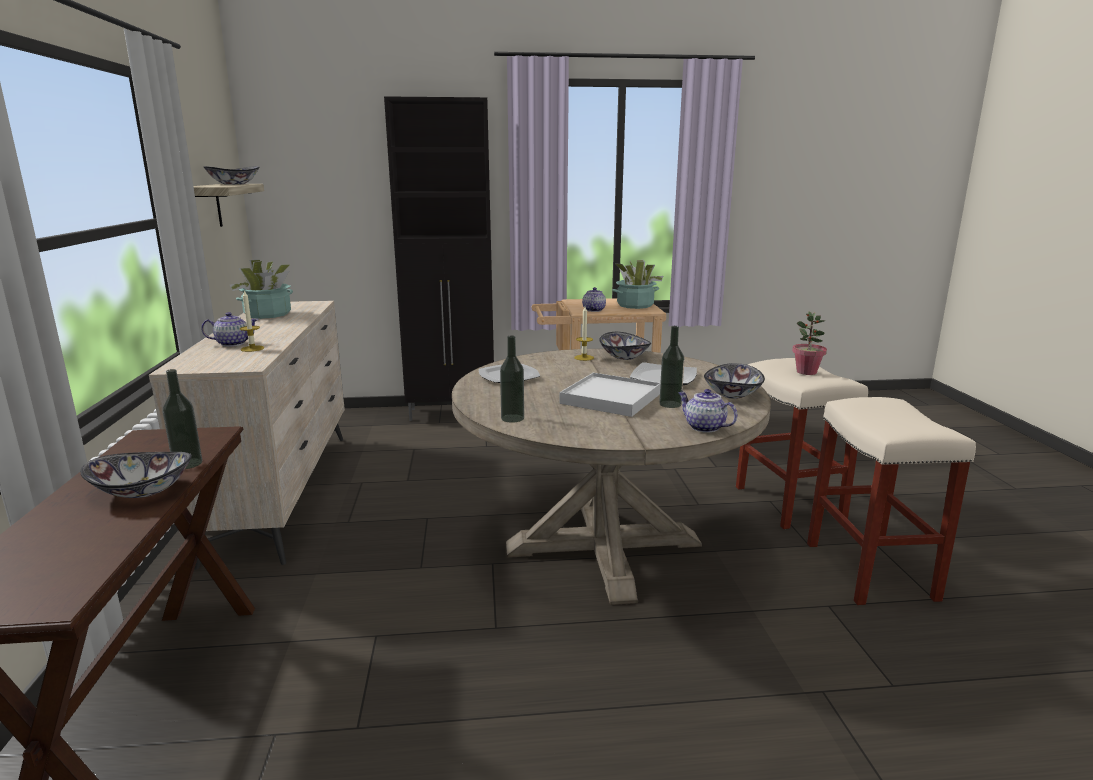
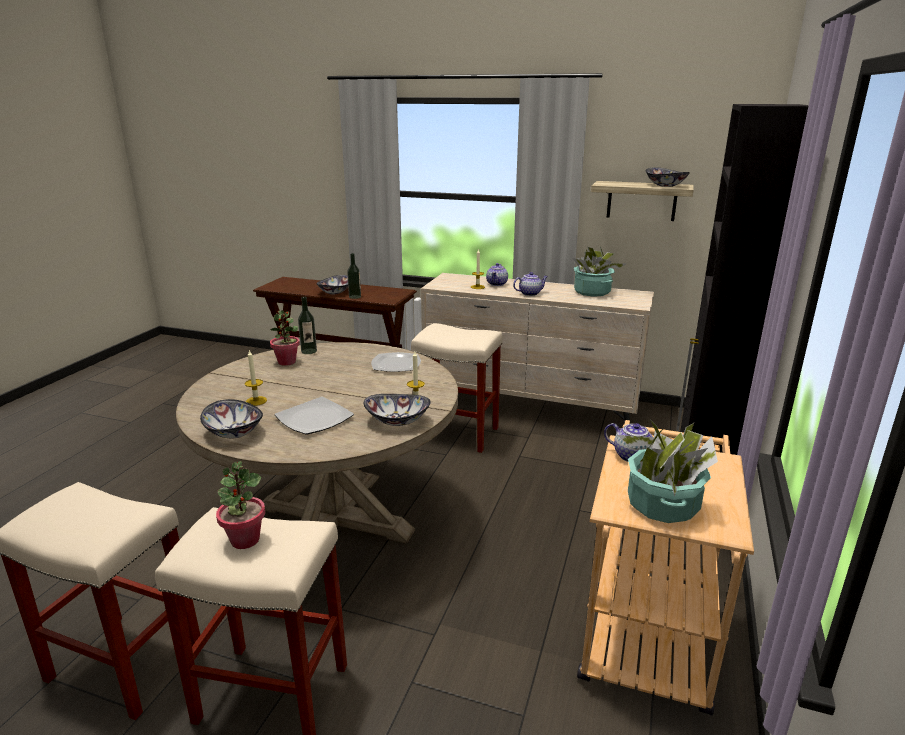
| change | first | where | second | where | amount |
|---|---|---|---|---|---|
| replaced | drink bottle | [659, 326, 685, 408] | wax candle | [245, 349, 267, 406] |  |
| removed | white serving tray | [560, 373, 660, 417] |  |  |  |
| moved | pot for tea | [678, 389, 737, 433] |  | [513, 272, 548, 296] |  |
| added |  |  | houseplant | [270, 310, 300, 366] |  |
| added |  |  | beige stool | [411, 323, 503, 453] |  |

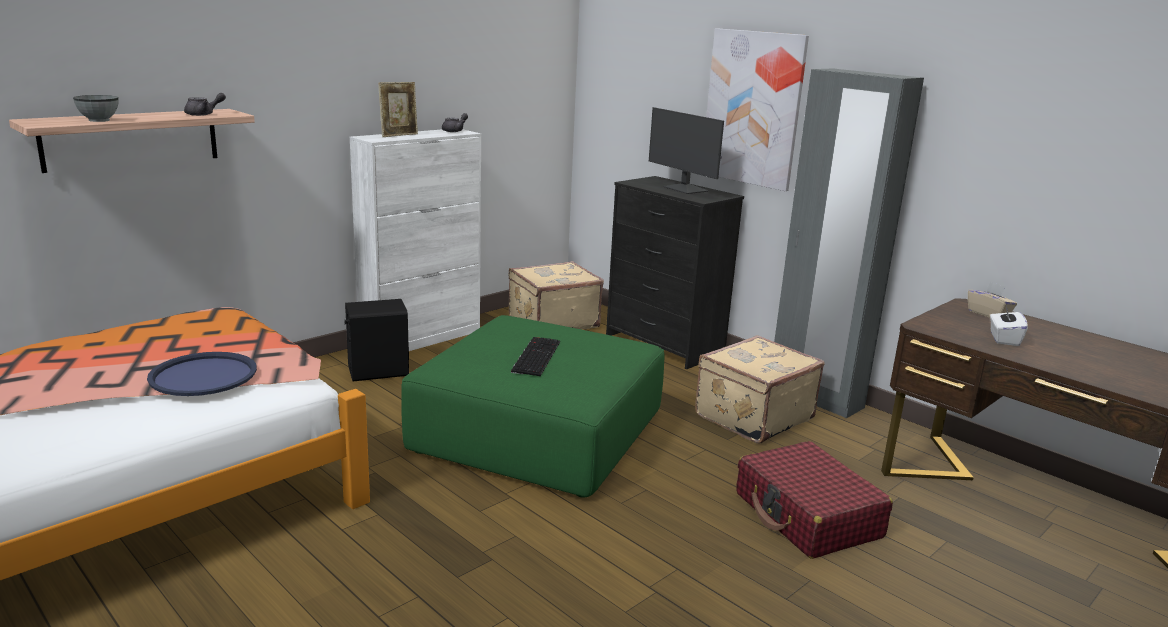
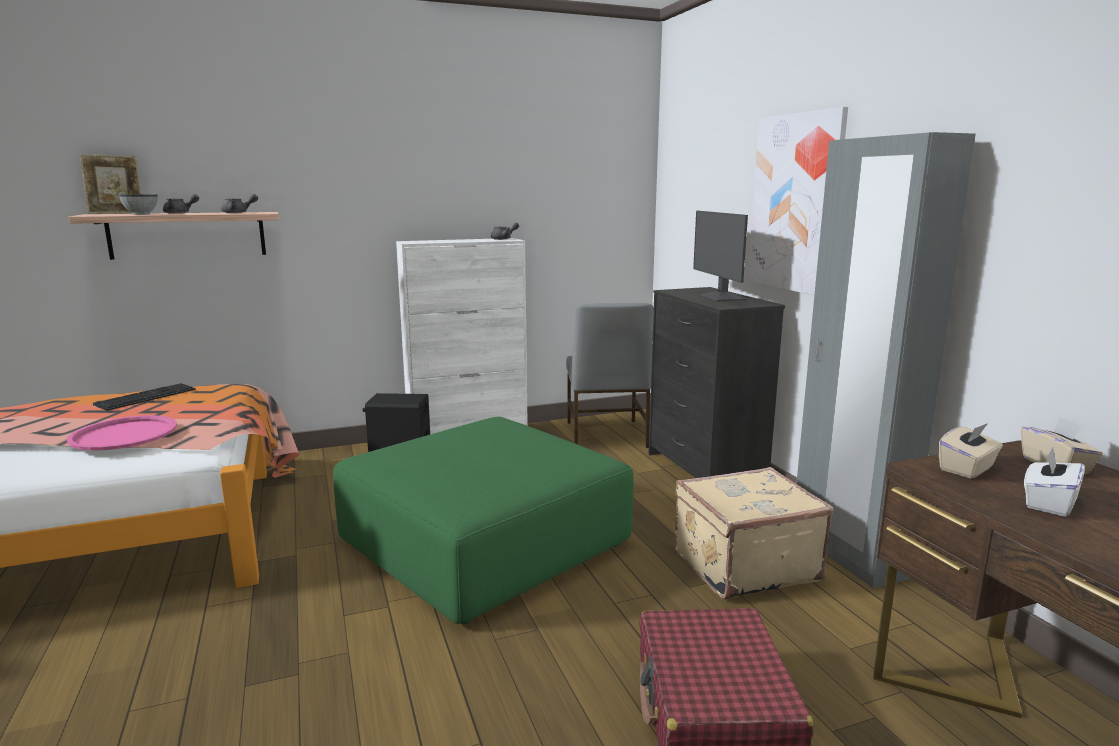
| change | first | where | second | where | amount |
|---|---|---|---|---|---|
| moved | picture frame | [378, 82, 418, 137] |  | [80, 154, 141, 214] |  |
| replaced | beige suitcase | [509, 261, 604, 330] | greyish upright chair | [566, 303, 653, 448] |  |
| moved | computer keyboard | [511, 337, 560, 376] |  | [93, 383, 195, 411] |  |
| recoloured | blue serving tray | [147, 352, 257, 396] | pinkish serving tray | [67, 415, 177, 451] |  |
| added |  |  | greyish pot for tea | [163, 194, 199, 214] |  |
| added |  |  | beige tissue holder | [938, 423, 1003, 479] |  |

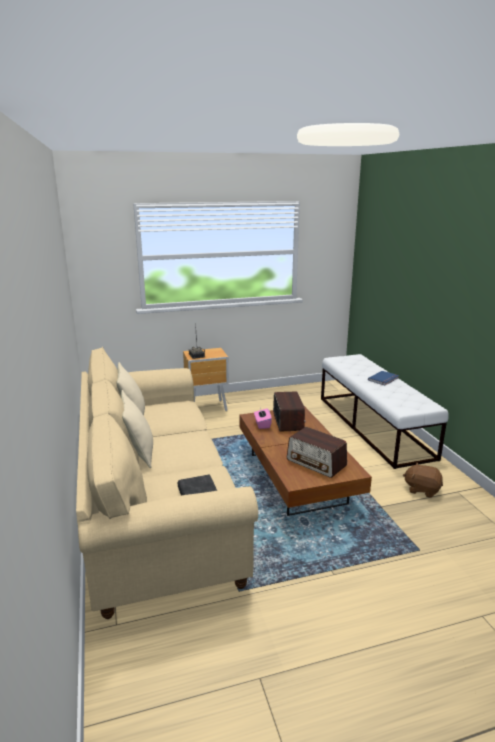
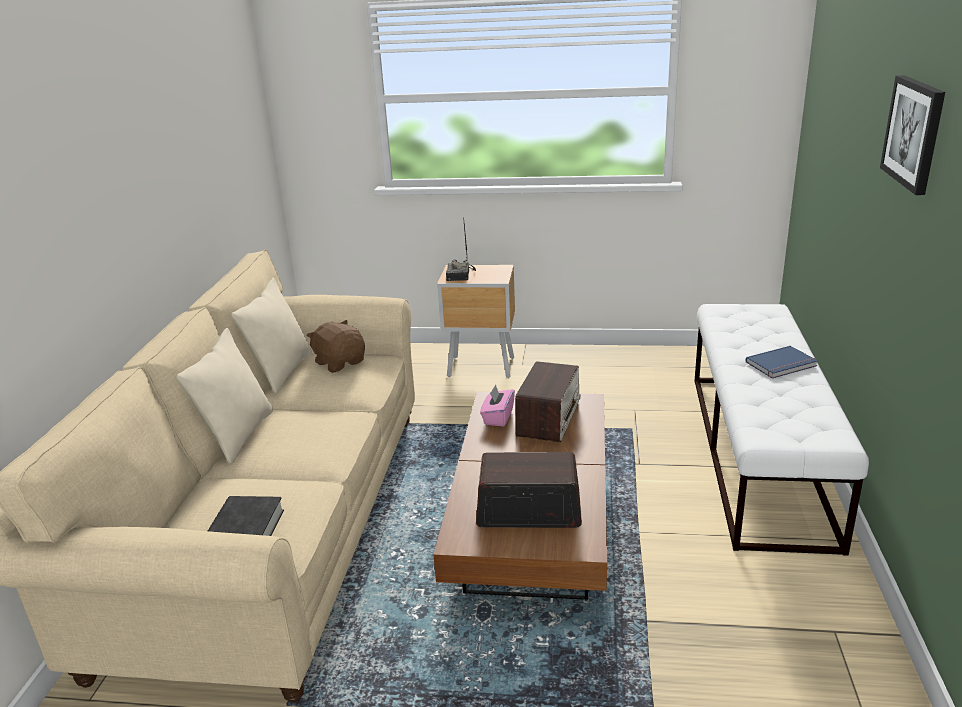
| change | first | where | second | where | amount |
|---|---|---|---|---|---|
| turned | radio | [287, 427, 347, 478] |  | [476, 452, 582, 528] | 120 degrees clockwise |
| moved | brown-coloured soft toy | [403, 462, 443, 498] |  | [306, 320, 365, 373] |  |
| added |  |  | wall art | [880, 75, 945, 195] |  |

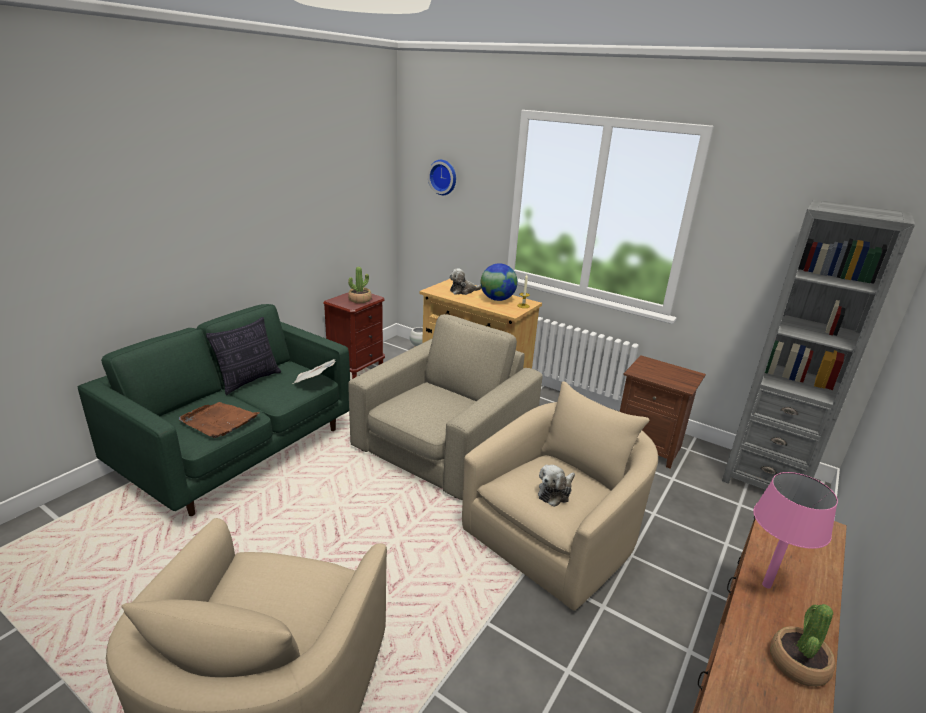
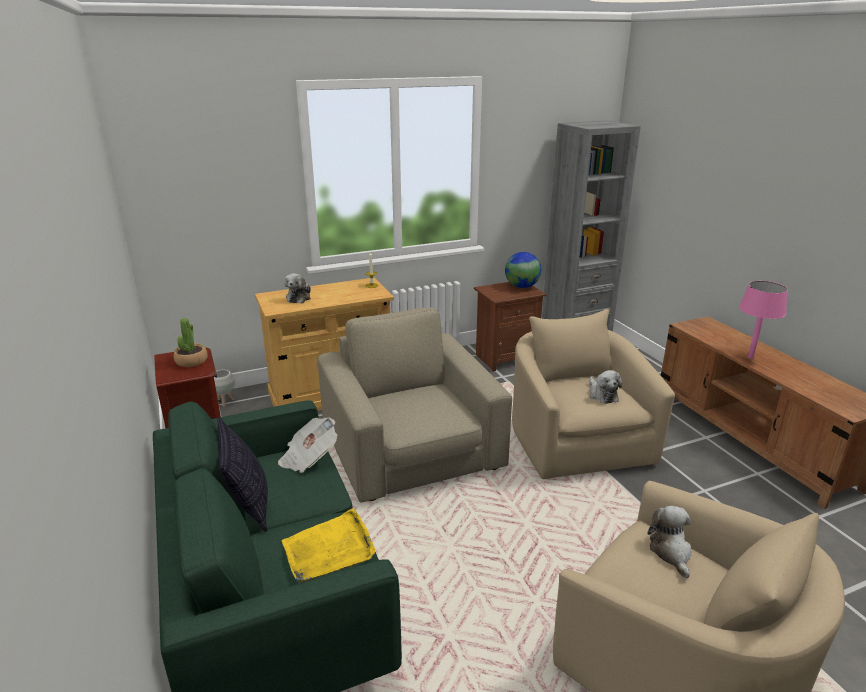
| change | first | where | second | where | amount |
|---|---|---|---|---|---|
| removed | hanging clock | [428, 160, 456, 195] |  |  |  |
| moved | world globe | [481, 263, 518, 301] |  | [505, 252, 541, 288] |  |
| recoloured | brown-coloured serving tray | [179, 402, 259, 438] | yellow-coloured serving tray | [282, 508, 376, 583] |  |
| removed | houseplant | [770, 604, 835, 687] |  |  |  |
| added |  |  | soft toy | [647, 506, 692, 578] |  |

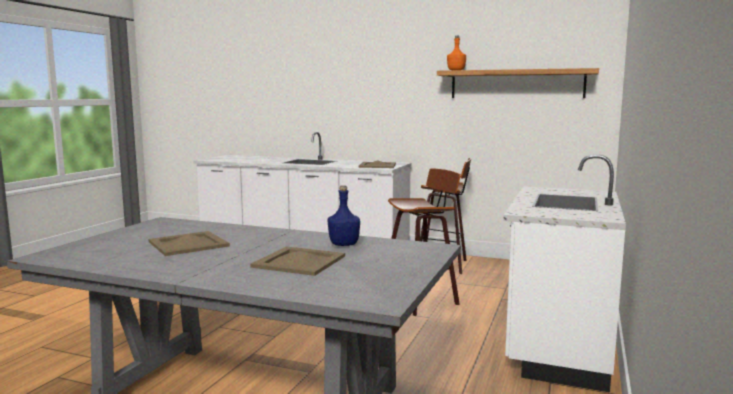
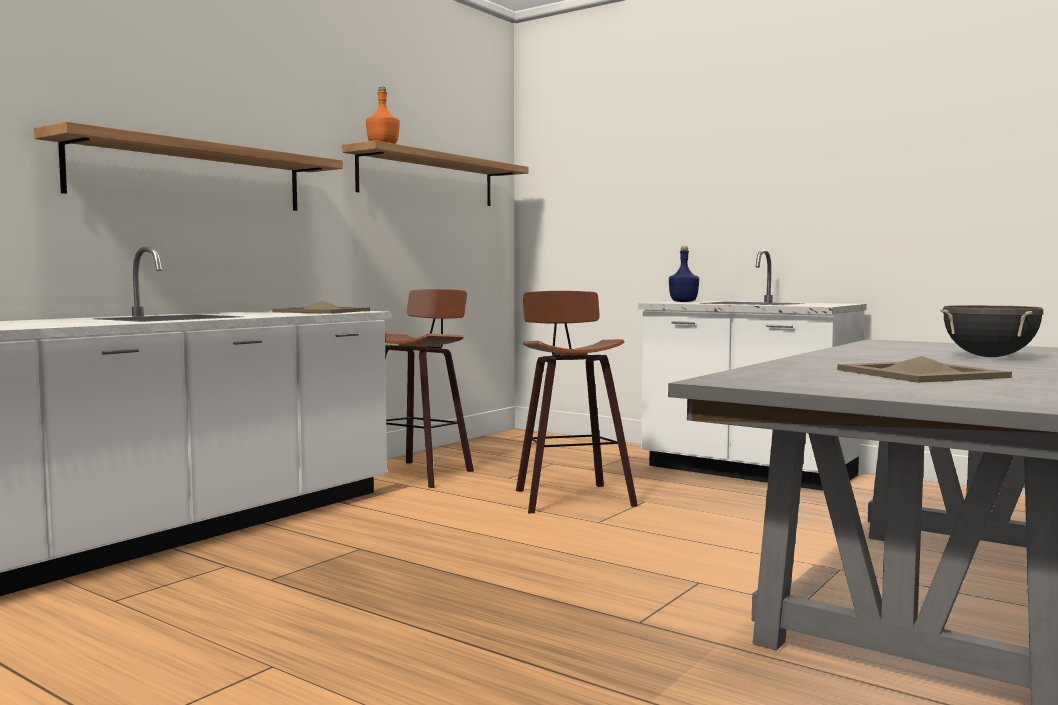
| change | first | where | second | where | amount |
|---|---|---|---|---|---|
| moved | blue drink bottle | [328, 185, 360, 246] |  | [669, 246, 699, 302] |  |
| replaced | beige serving tray | [250, 246, 345, 276] | black saucepot | [940, 305, 1043, 357] |  |
| added |  |  | wall shelf | [34, 121, 343, 211] |  |

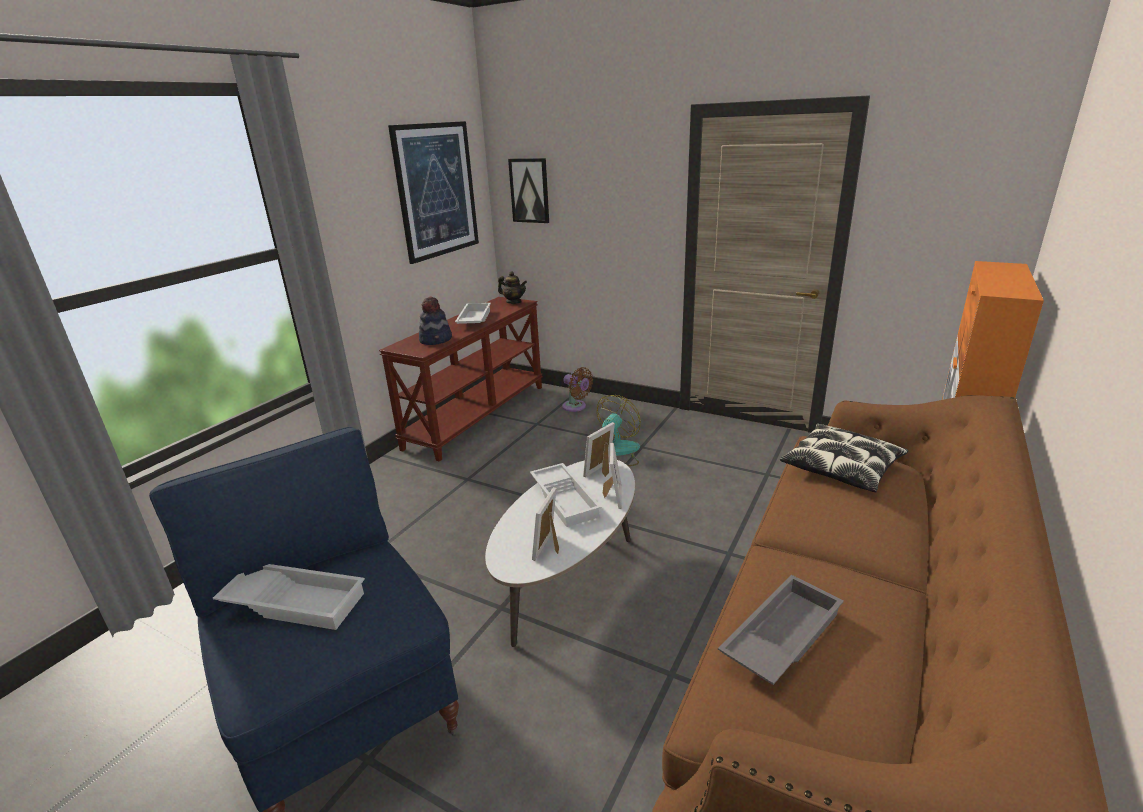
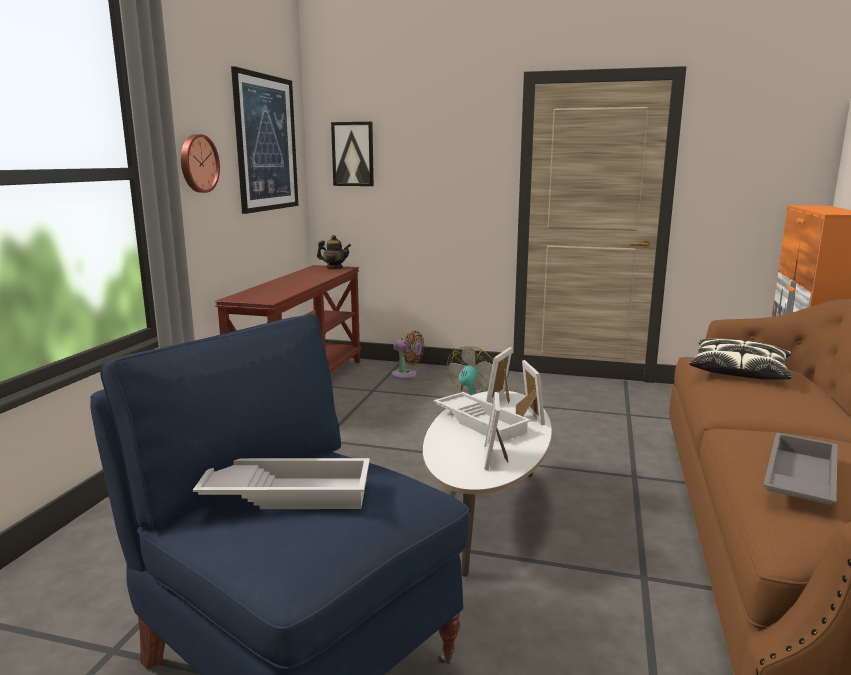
| change | first | where | second | where | amount |
|---|---|---|---|---|---|
| removed | wearable hat | [419, 297, 452, 345] |  |  |  |
| removed | white serving tray | [455, 303, 491, 324] |  |  |  |
| added |  |  | hanging clock | [181, 134, 220, 193] |  |

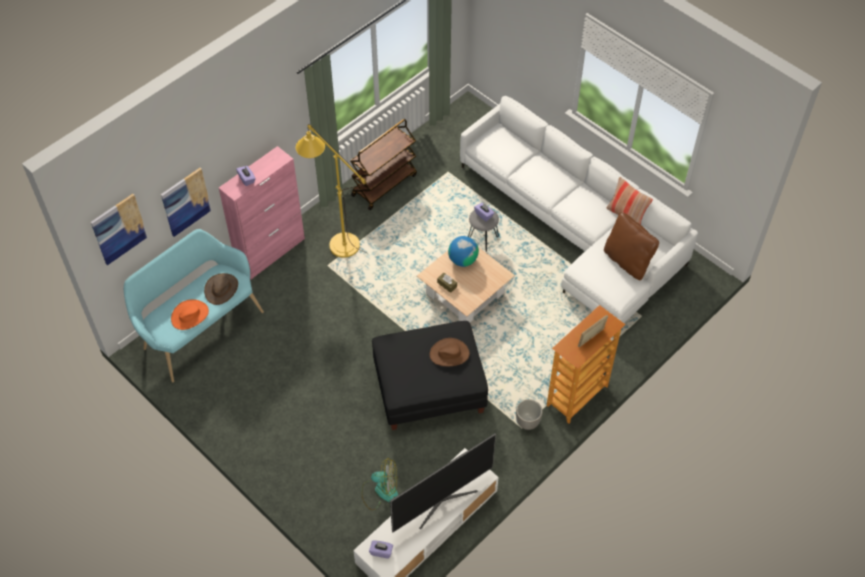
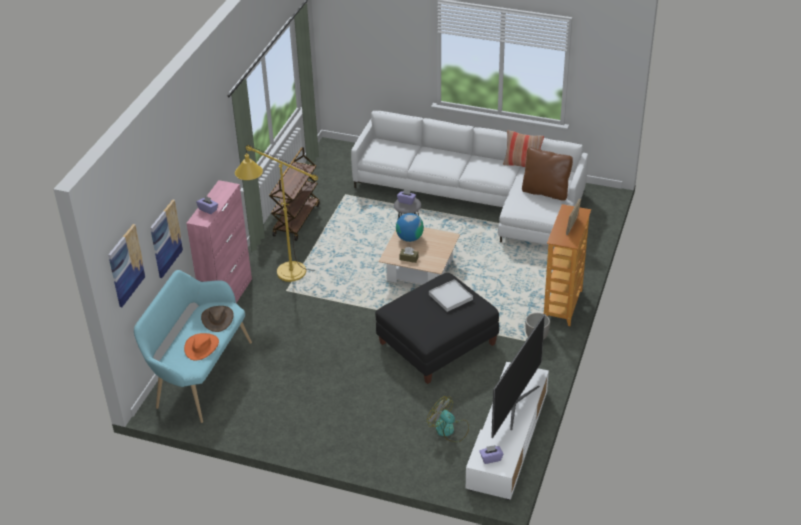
| change | first | where | second | where | amount |
|---|---|---|---|---|---|
| replaced | brown-coloured wearable hat | [430, 338, 470, 366] | white serving tray | [429, 279, 473, 312] |  |
| turned | cooling fan | [361, 458, 398, 510] |  | [427, 396, 469, 442] | 120 degrees counterclockwise |

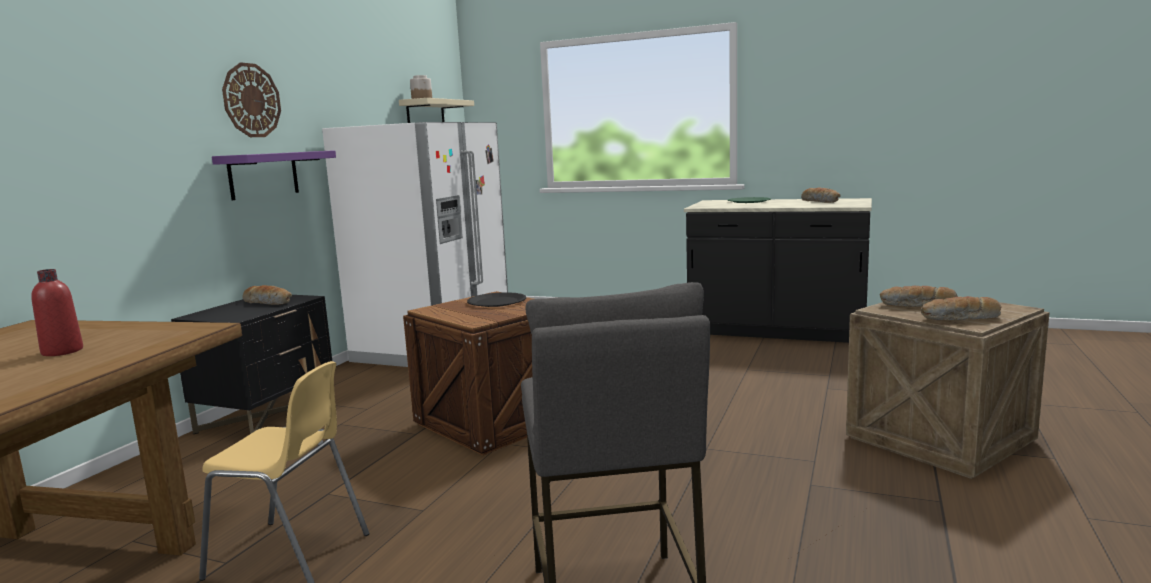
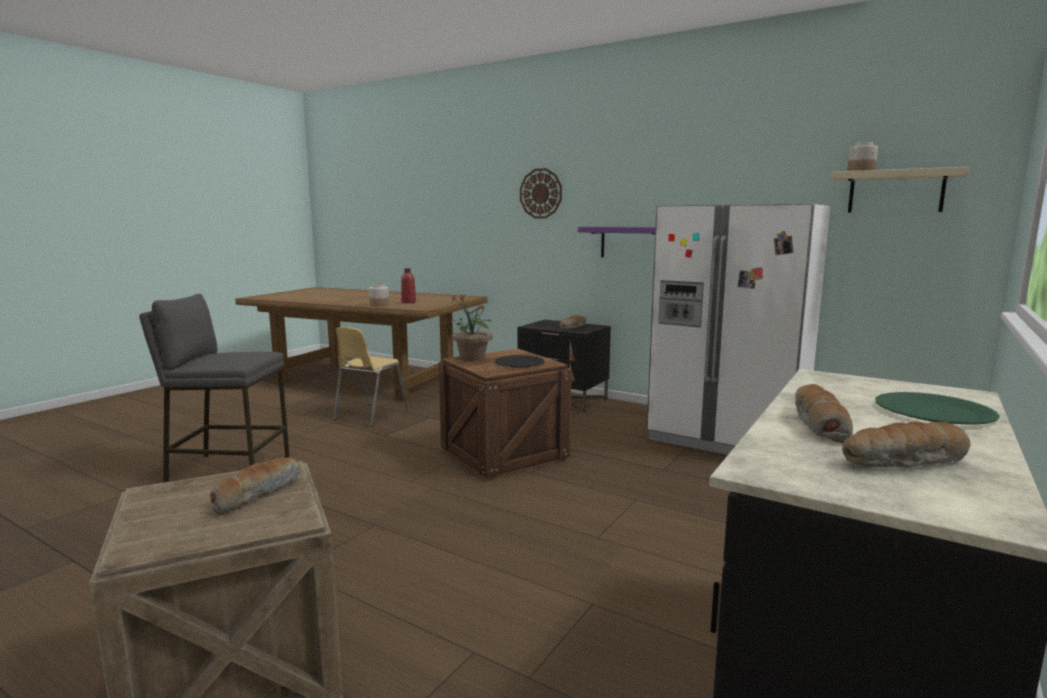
| change | first | where | second | where | amount |
|---|---|---|---|---|---|
| moved | hanging clock | [222, 62, 281, 137] |  | [520, 168, 562, 219] |  |
| moved | bakery bread | [921, 296, 1002, 320] |  | [795, 384, 853, 443] |  |
| added |  |  | preserve jar | [369, 284, 389, 306] |  |
| added |  |  | houseplant | [445, 294, 493, 361] |  |

